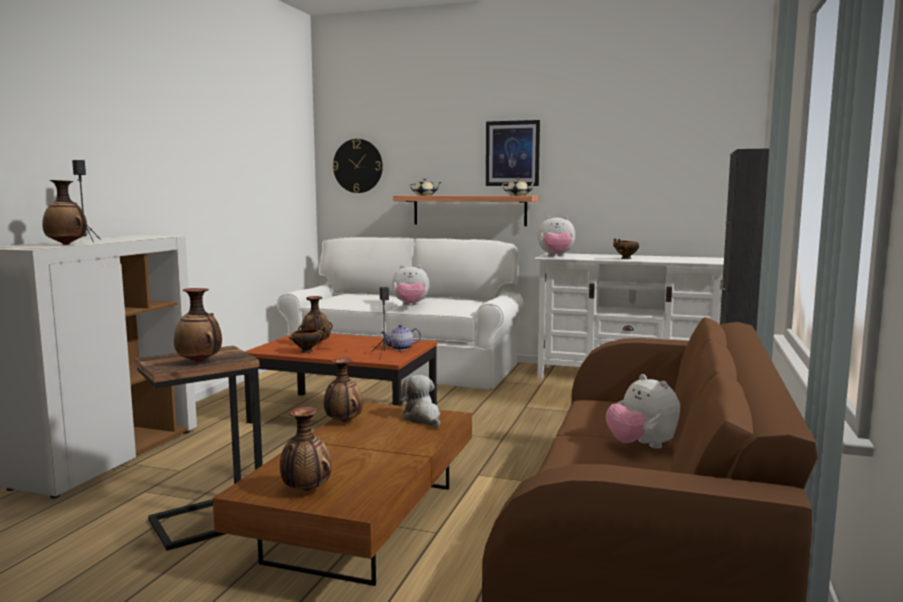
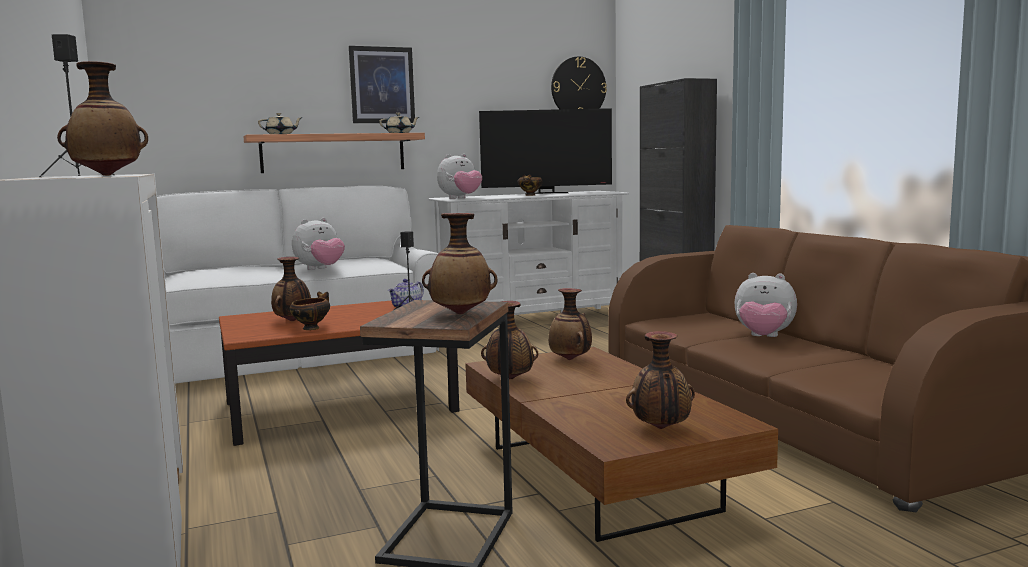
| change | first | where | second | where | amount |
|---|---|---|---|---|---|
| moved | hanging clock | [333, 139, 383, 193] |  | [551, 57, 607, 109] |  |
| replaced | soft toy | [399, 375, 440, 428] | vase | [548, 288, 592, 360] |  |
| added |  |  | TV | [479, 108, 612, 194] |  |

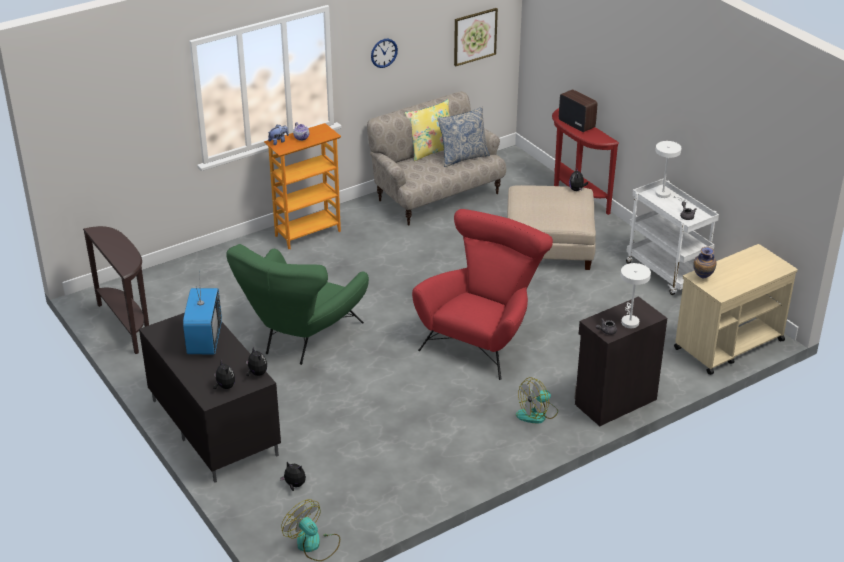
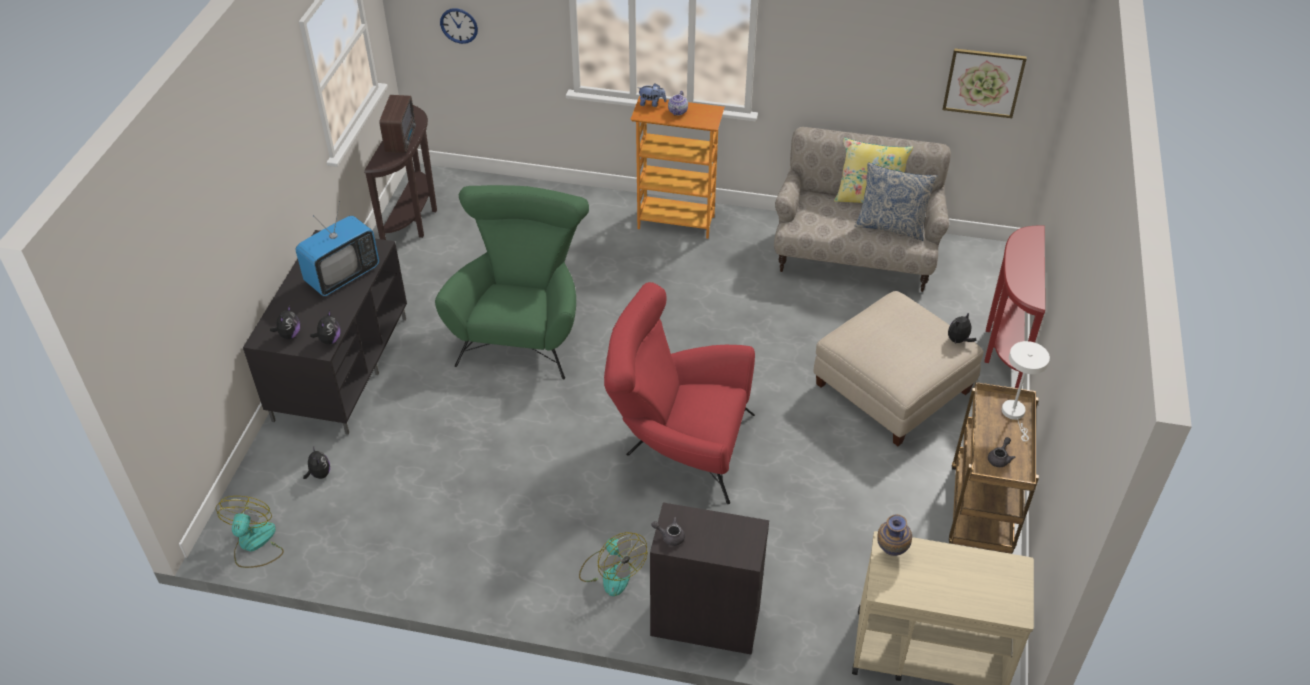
| change | first | where | second | where | amount |
|---|---|---|---|---|---|
| moved | hanging clock | [371, 39, 398, 68] |  | [440, 8, 478, 44] |  |
| moved | radio | [559, 89, 597, 132] |  | [379, 95, 416, 153] |  |
| recoloured | white wheeled cart | [626, 179, 719, 295] | brown-coloured wheeled cart | [949, 382, 1039, 554] |  |
| turned | red-coloured easy chair | [412, 209, 553, 380] |  | [604, 282, 755, 504] | 150 degrees counterclockwise |
| turned | green easy chair | [226, 244, 369, 365] |  | [435, 185, 589, 379] | 120 degrees clockwise |
| removed | white table lamp | [621, 263, 651, 328] |  |  |  |
| turned | cooling fan | [516, 377, 558, 423] |  | [579, 532, 647, 596] | 135 degrees counterclockwise |

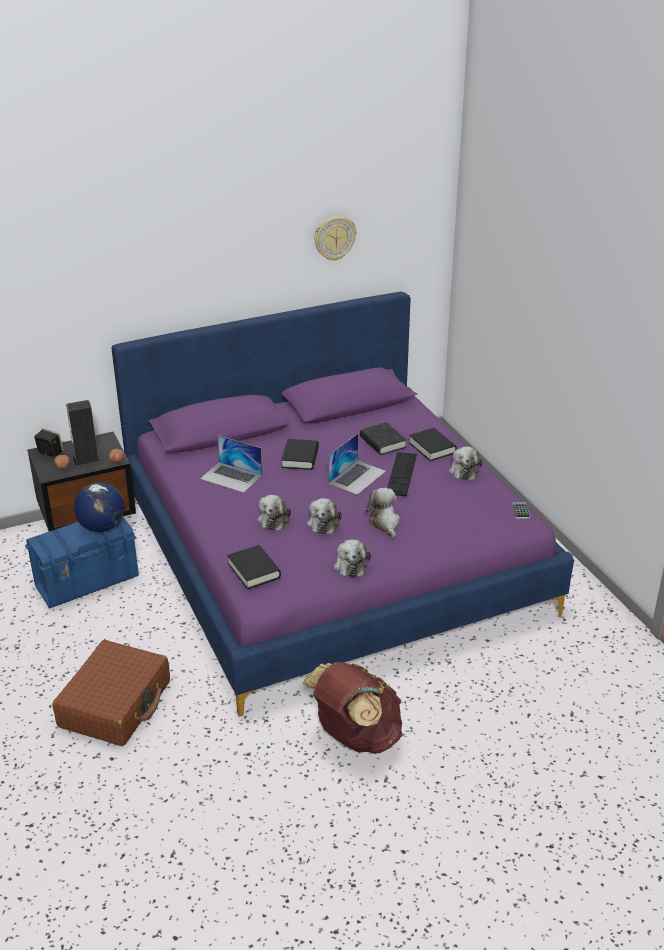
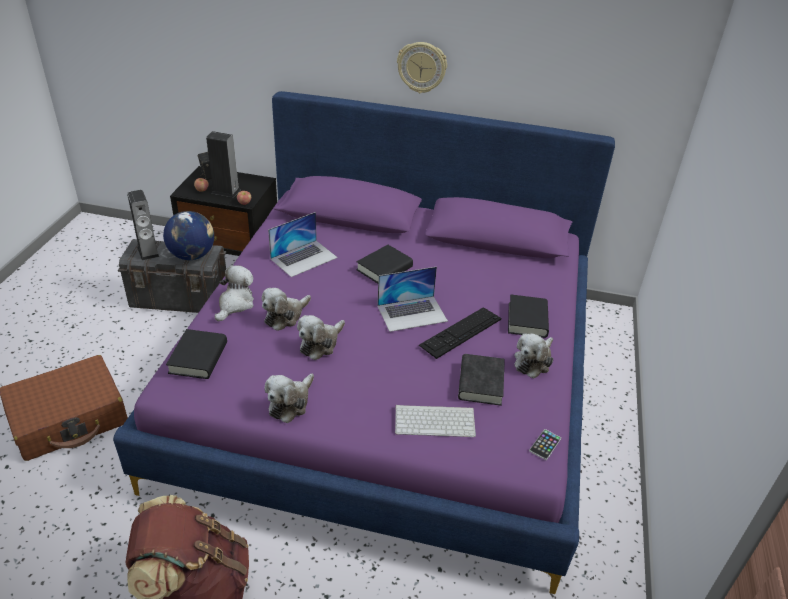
| change | first | where | second | where | amount |
|---|---|---|---|---|---|
| moved | hanging clock | [314, 216, 356, 261] |  | [397, 42, 447, 93] |  |
| moved | black volume | [360, 422, 407, 455] |  | [458, 354, 505, 406] |  |
| turned | notebook computer | [200, 435, 262, 493] |  | [268, 212, 338, 277] | 105 degrees counterclockwise |
| moved | soft toy | [366, 488, 400, 538] |  | [214, 265, 254, 322] |  |
| recoloured | blue storage box | [25, 517, 139, 608] | greyish storage box | [118, 239, 226, 313] |  |
| added |  |  | speaker | [127, 190, 159, 261] |  |
| added |  |  | computer keyboard | [395, 405, 476, 437] |  |

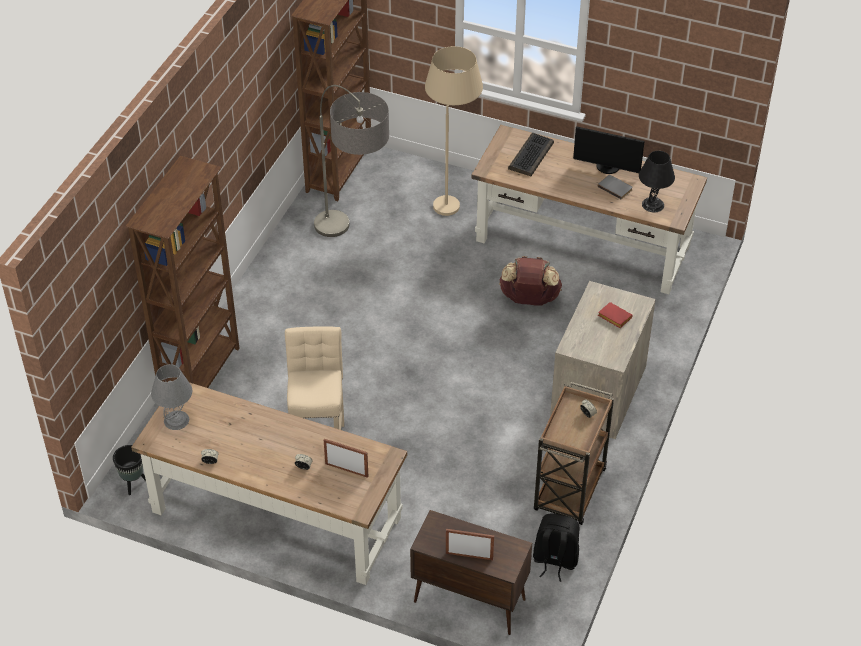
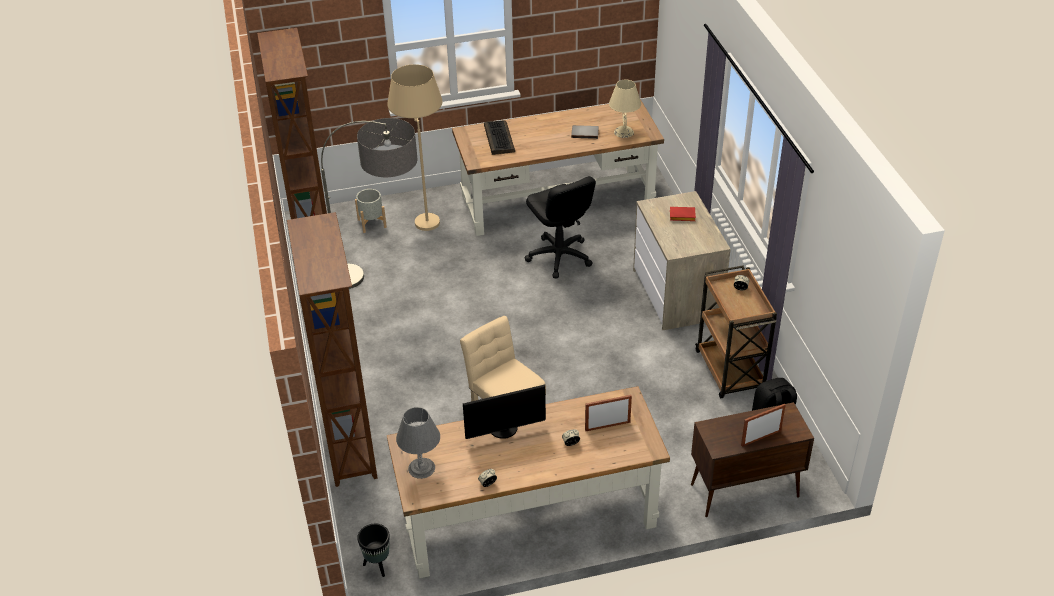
| change | first | where | second | where | amount |
|---|---|---|---|---|---|
| moved | computer screen | [573, 126, 645, 174] |  | [463, 385, 546, 439] |  |
| recoloured | black table lamp | [639, 151, 675, 212] | beige table lamp | [609, 79, 641, 138] |  |
| replaced | brown-coloured rucksack | [499, 256, 562, 305] | black office chair | [525, 176, 596, 279] |  |
| added |  |  | greyish flower pot | [355, 189, 387, 233] |  |

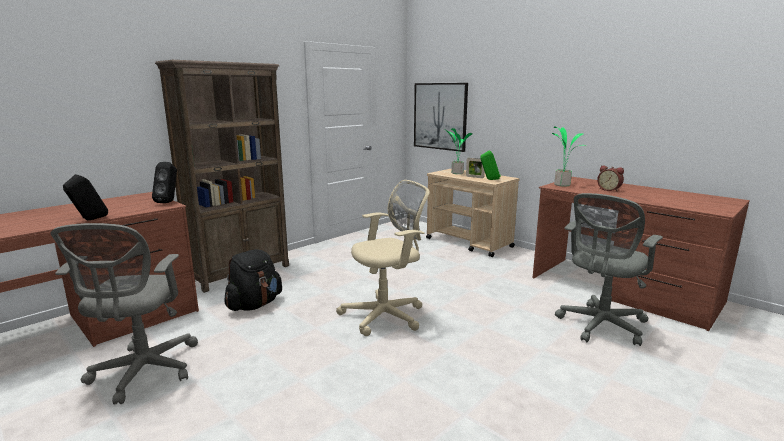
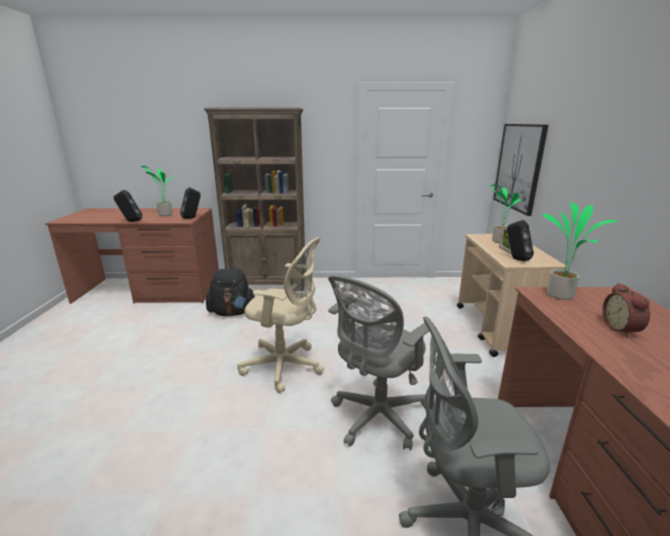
| change | first | where | second | where | amount |
|---|---|---|---|---|---|
| recoloured | green speaker | [480, 150, 500, 180] | black speaker | [507, 220, 534, 261] |  |
| moved | greyish office chair | [50, 223, 198, 404] |  | [328, 275, 429, 451] |  |
| added |  |  | houseplant | [141, 166, 174, 216] |  |

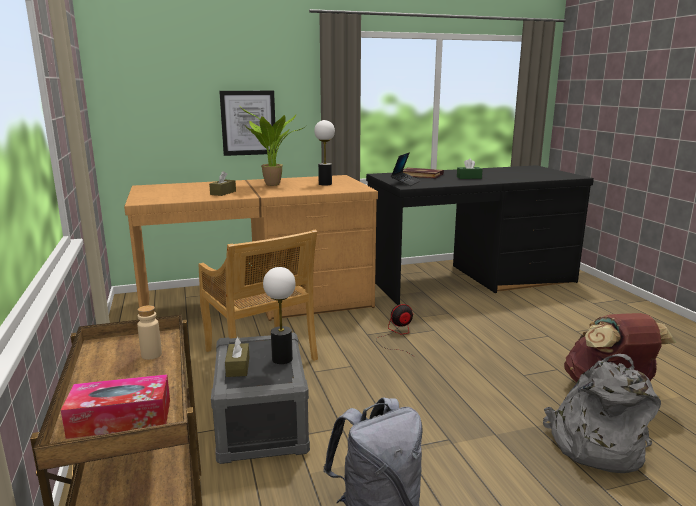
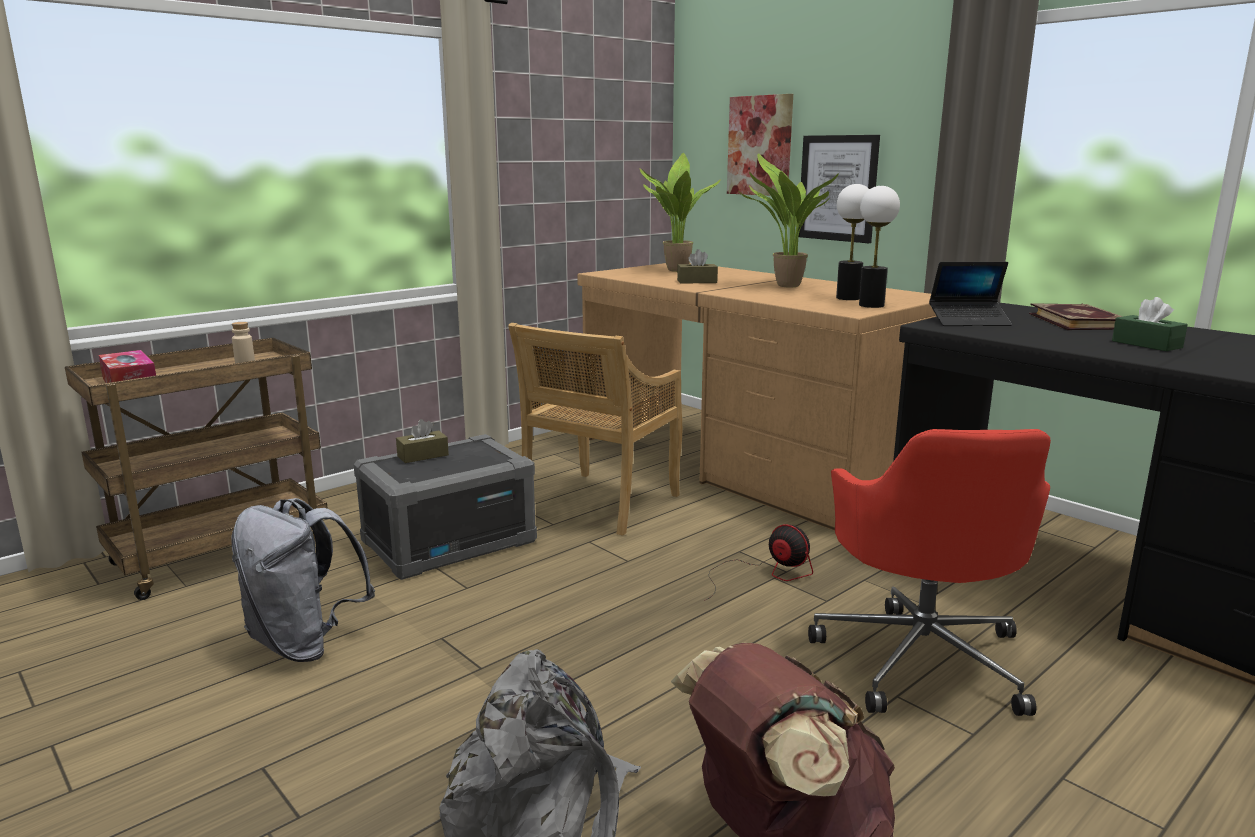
| change | first | where | second | where | amount |
|---|---|---|---|---|---|
| moved | table lamp | [263, 267, 296, 364] |  | [859, 186, 900, 308] |  |
| added |  |  | wall art | [727, 94, 793, 196] |  |
| added |  |  | houseplant | [640, 153, 721, 272] |  |
| added |  |  | red-coloured office chair | [808, 429, 1051, 716] |  |

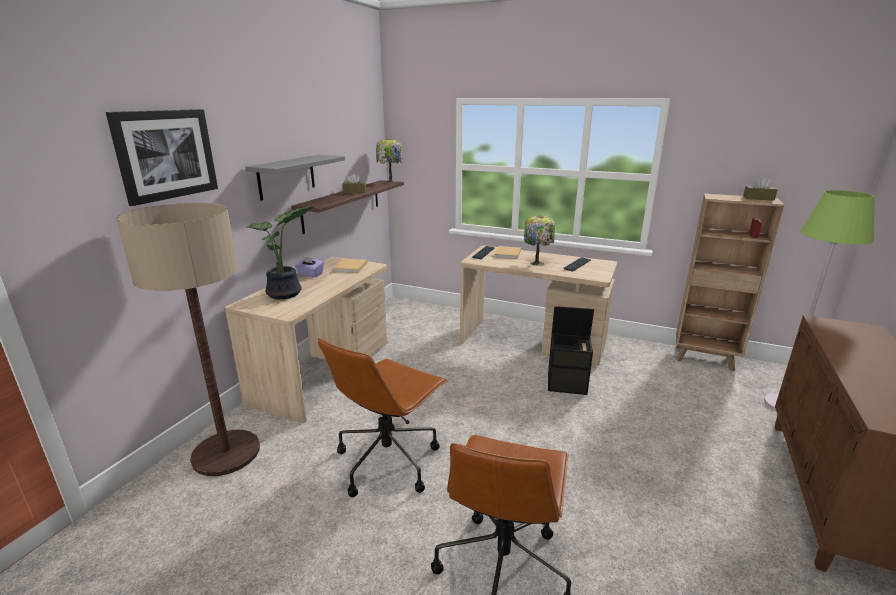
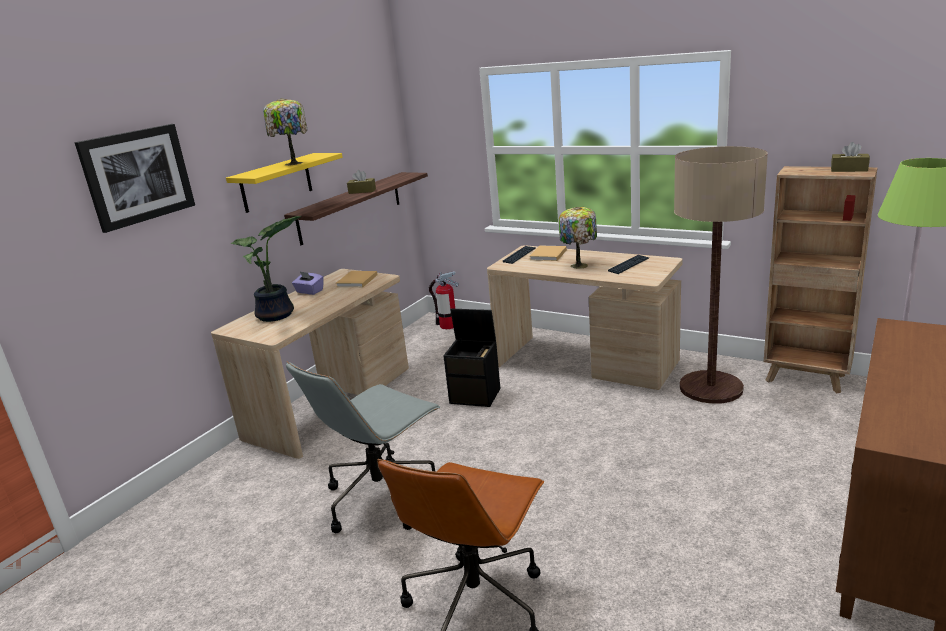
| change | first | where | second | where | amount |
|---|---|---|---|---|---|
| moved | table lamp | [376, 138, 402, 183] |  | [263, 98, 307, 166] |  |
| recoloured | greyish wall shelf | [245, 155, 345, 201] | yellow-coloured wall shelf | [226, 153, 343, 213] |  |
| moved | floor lamp | [116, 203, 260, 476] |  | [674, 146, 768, 404] |  |
| moved | black storage box | [548, 306, 594, 395] |  | [443, 309, 501, 407] |  |
| recoloured | brown-coloured office chair | [318, 338, 448, 497] | greyish office chair | [286, 362, 441, 533] |  |
| added |  |  | fire extinguisher | [429, 271, 459, 329] |  |

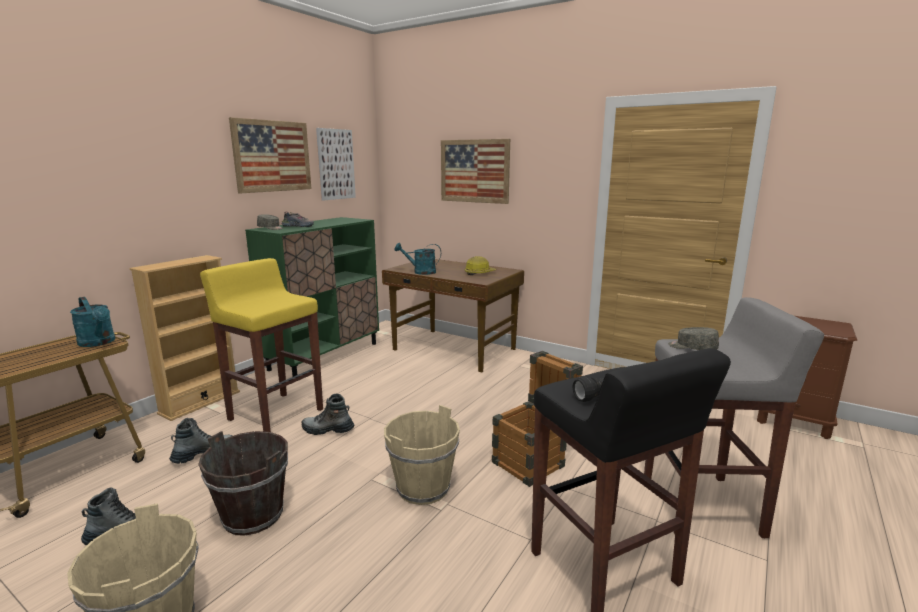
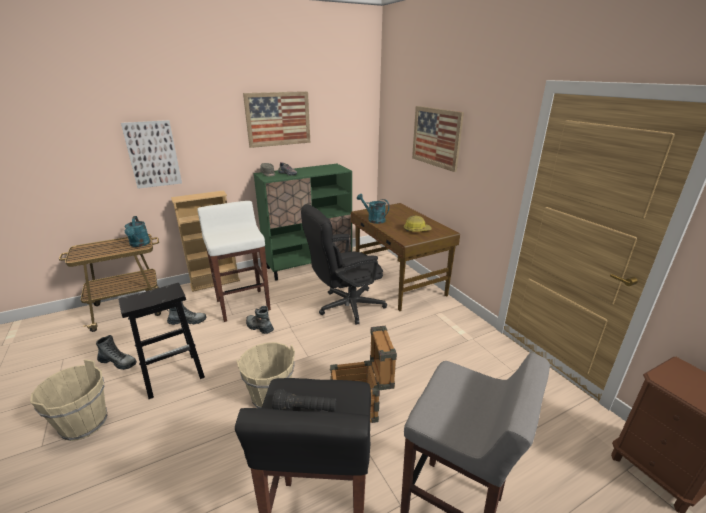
| change | first | where | second | where | amount |
|---|---|---|---|---|---|
| moved | wall art | [316, 128, 356, 201] |  | [121, 120, 182, 189] |  |
| recoloured | yellow-coloured stool | [200, 258, 323, 432] | white stool | [197, 201, 271, 322] |  |
| removed | greyish peaked cap | [668, 327, 719, 350] |  |  |  |
| replaced | brown-coloured water bucket | [198, 431, 288, 536] | black stool | [118, 283, 205, 399] |  |
| added |  |  | black office chair | [301, 204, 387, 325] |  |

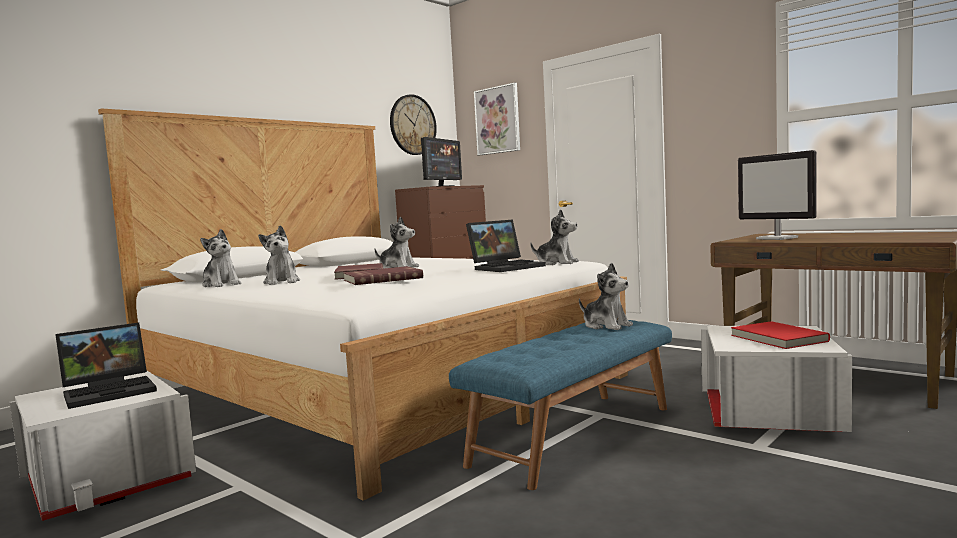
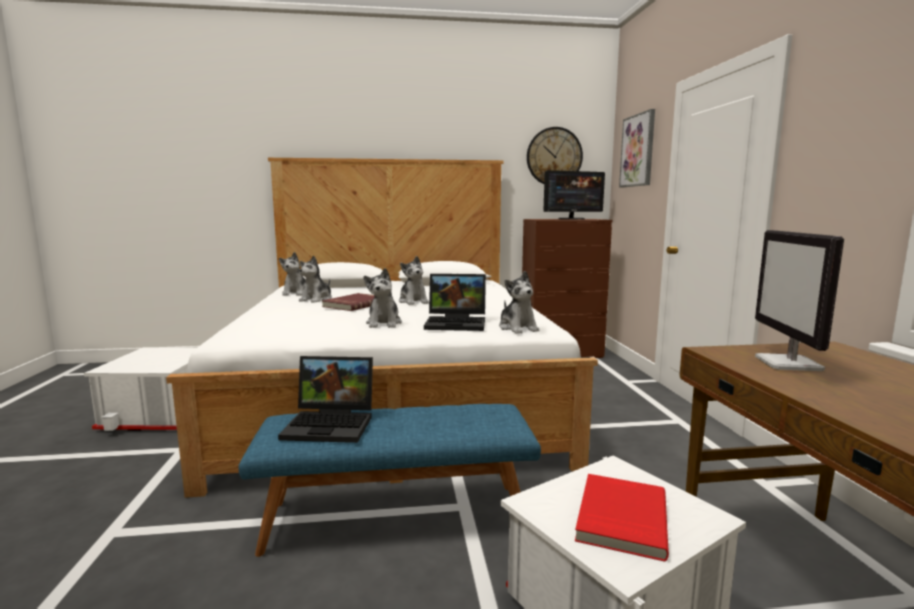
| change | first | where | second | where | amount |
|---|---|---|---|---|---|
| moved | soft toy | [579, 263, 633, 330] |  | [363, 268, 402, 328] |  |
| removed | red-coloured volume | [343, 266, 423, 285] |  |  |  |
| moved | notebook computer | [56, 322, 157, 409] |  | [278, 356, 373, 443] |  |

